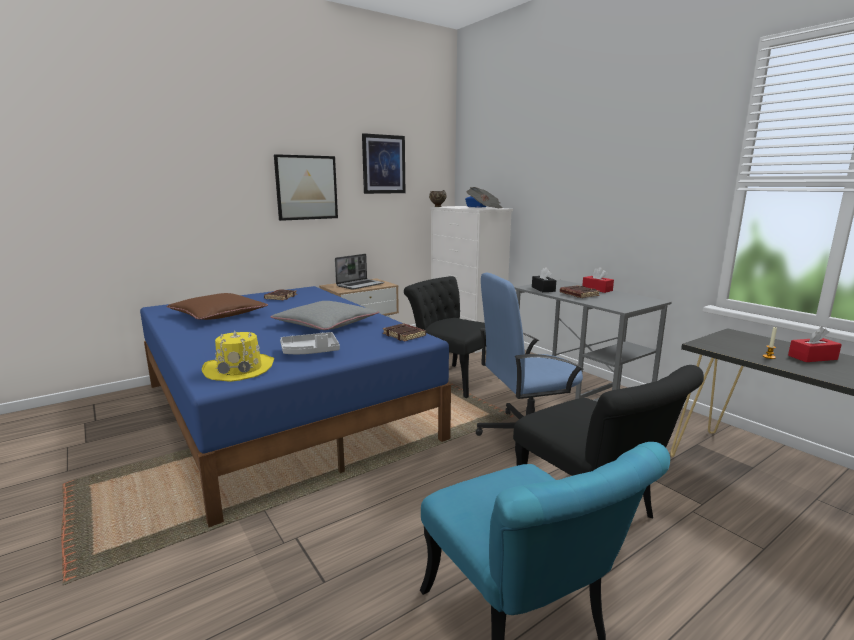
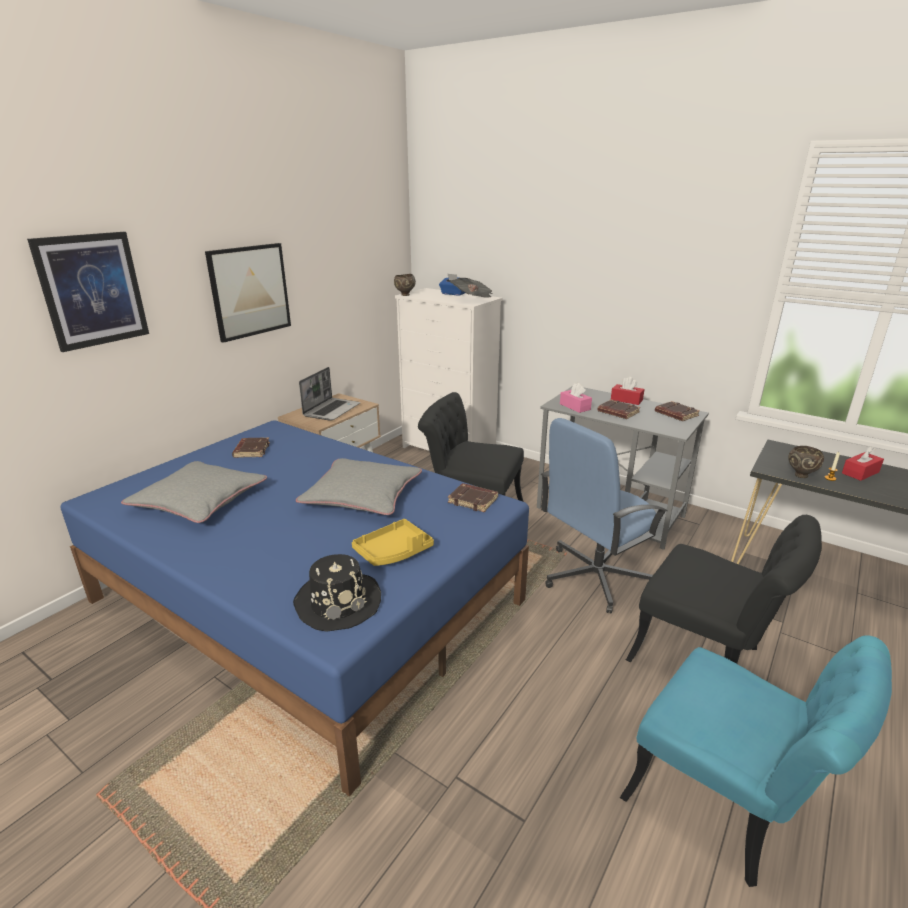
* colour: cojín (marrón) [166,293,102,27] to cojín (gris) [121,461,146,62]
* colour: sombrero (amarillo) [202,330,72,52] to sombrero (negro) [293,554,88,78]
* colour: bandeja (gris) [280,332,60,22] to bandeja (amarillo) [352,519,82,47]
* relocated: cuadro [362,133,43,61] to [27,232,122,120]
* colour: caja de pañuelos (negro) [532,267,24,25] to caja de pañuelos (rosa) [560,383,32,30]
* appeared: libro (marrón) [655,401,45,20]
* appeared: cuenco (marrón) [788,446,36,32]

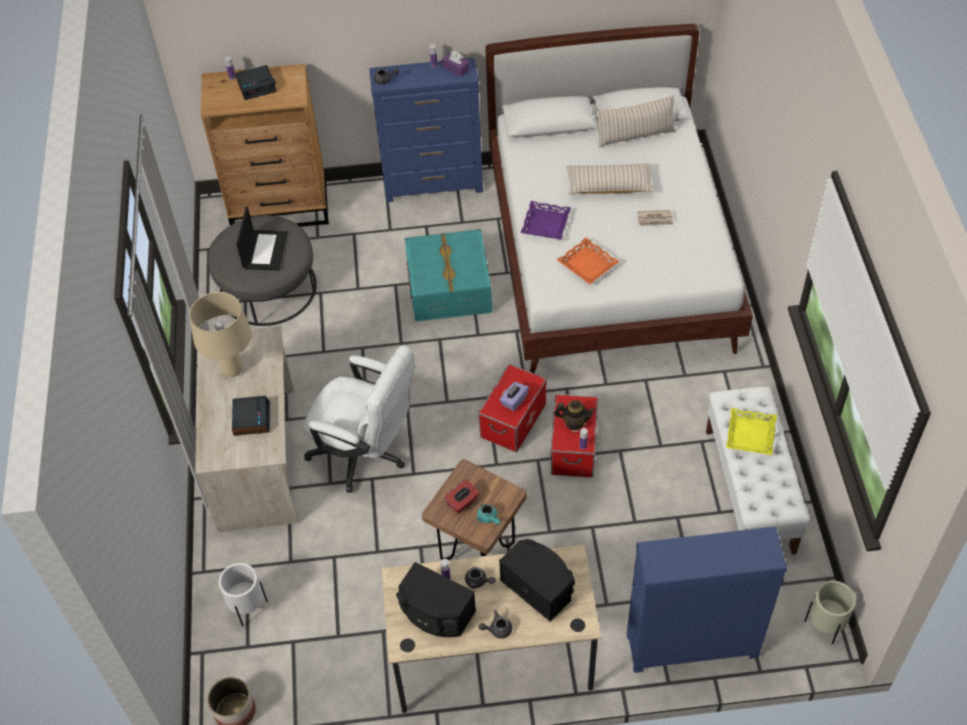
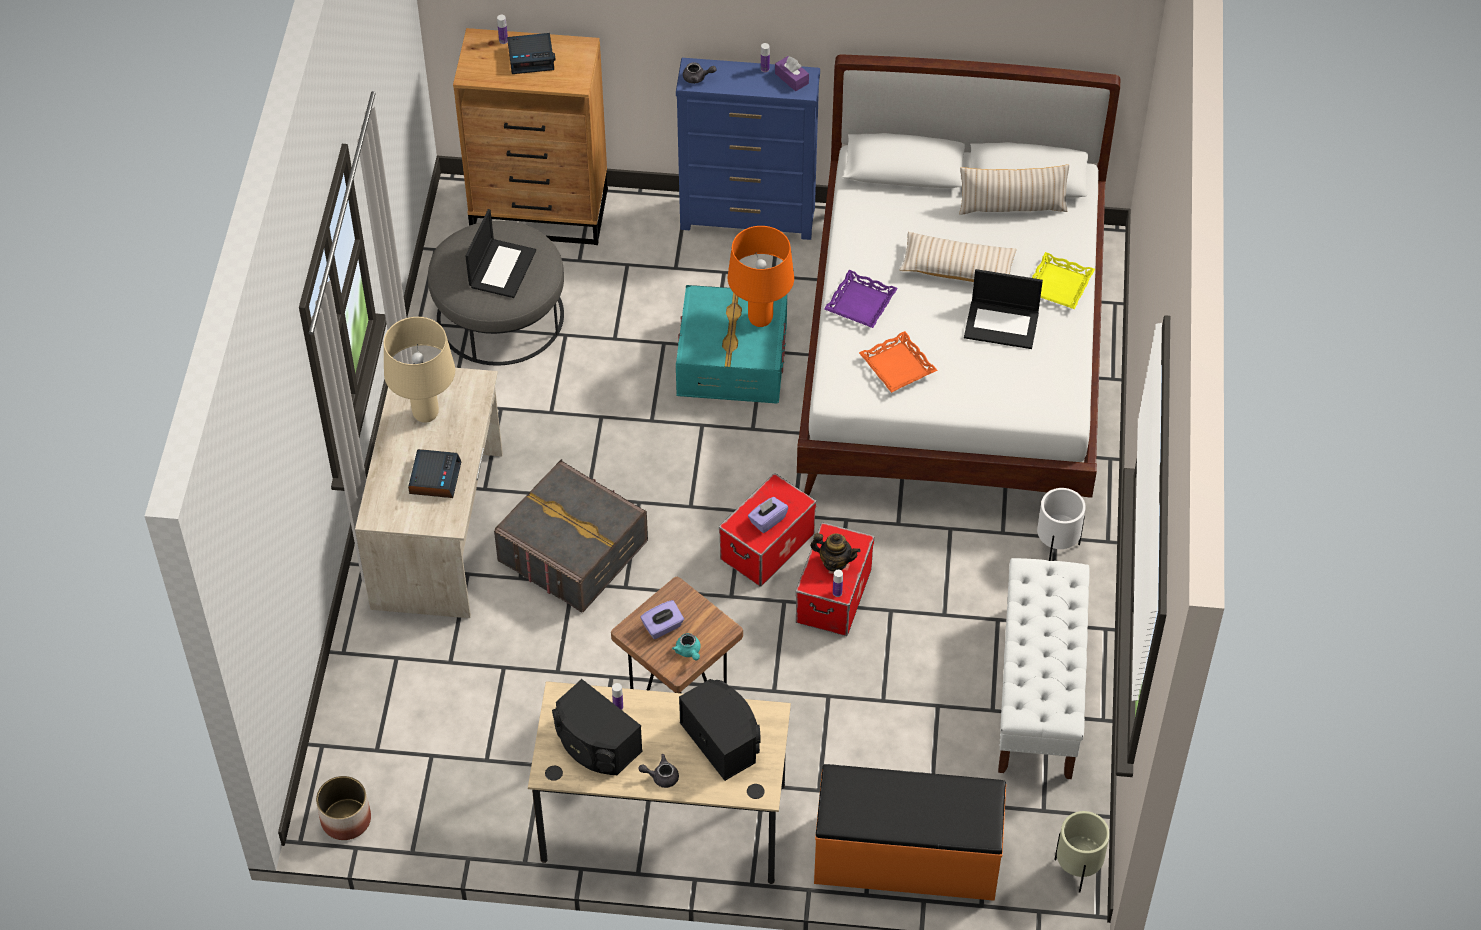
* relocated: maceta (blanco) [219,563,49,63] to [1037,488,49,73]
* exchanged: silla de oficina (blanco) [304,345,111,148] to caja de almacenaje (gris) [494,459,154,154]
* colour: caja de pañuelos (rojo) [444,479,35,35] to caja de pañuelos (morado) [640,600,44,39]
* missing: tetera (gris) [465,567,31,22]
* exchanged: cómoda (azul) [627,527,160,146] to banco (naranja) [814,764,192,137]
* exchanged: periódico [637,210,37,16] to portátil [964,269,79,80]
* relocated: bandeja (amarillo) [726,408,51,47] to [1032,252,63,57]
* appeared: lámpara de mesa (naranja) [728,226,66,101]

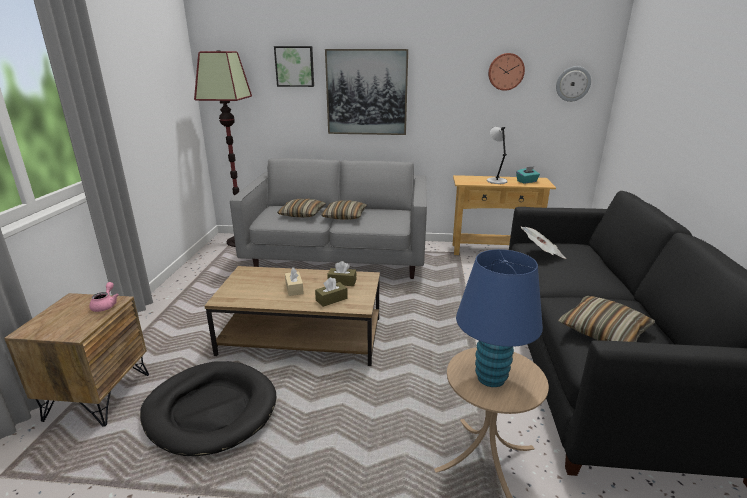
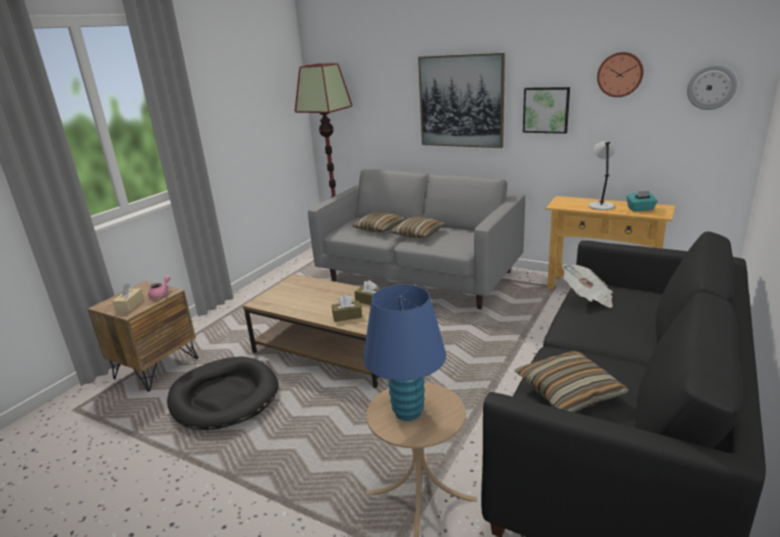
* relocated: cuadro [274,46,40,41] to [523,87,47,47]
* relocated: caja de pañuelos (beis) [285,268,19,28] to [112,284,32,28]

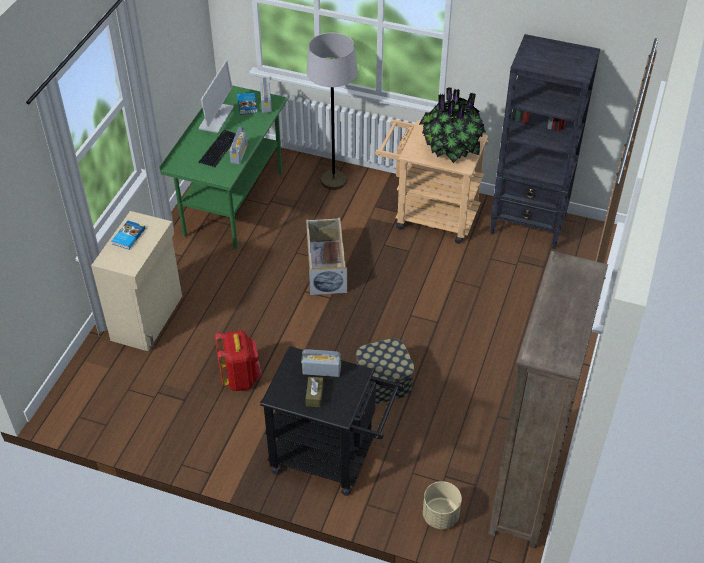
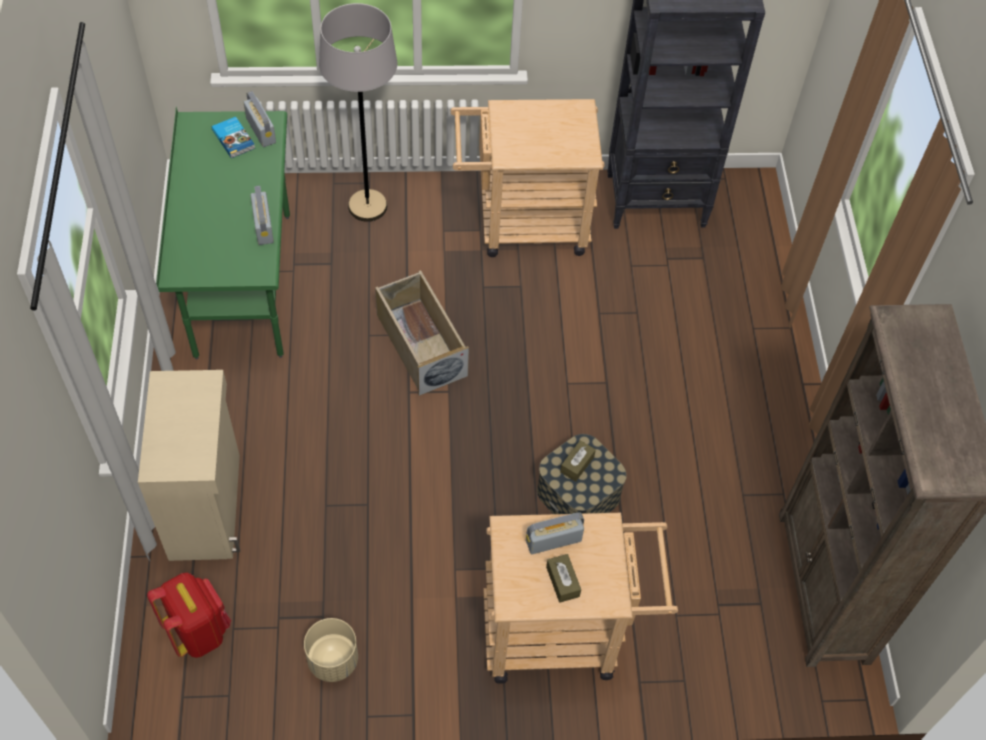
* missing: libro [112,221,33,29]
* missing: monitor [199,60,35,73]
* missing: teclado [199,130,37,37]
* relocated: mochila (rojo) [215,330,47,61] to [147,573,84,85]
* colour: carrito (negro) [260,346,143,150] to carrito (beis) [483,513,195,171]
* missing: planta en maceta [419,87,67,76]
* relocated: maceta (beis) [423,481,39,48] to [304,618,54,64]
* appeared: caja de pañuelos (marrón) [560,440,36,42]

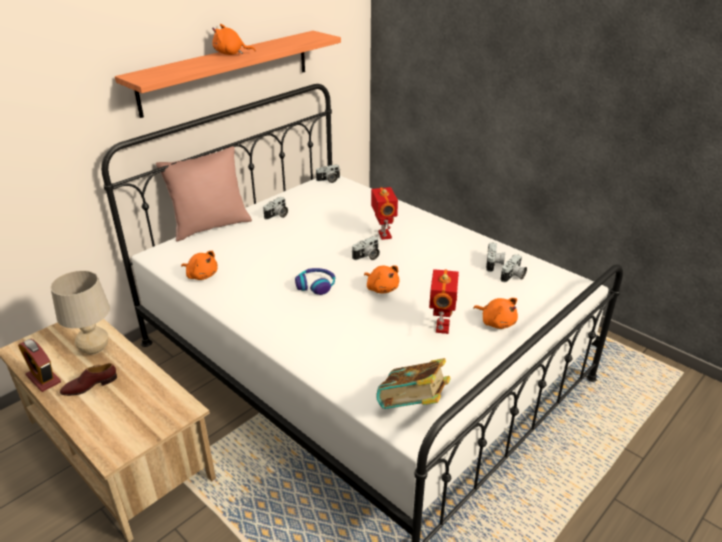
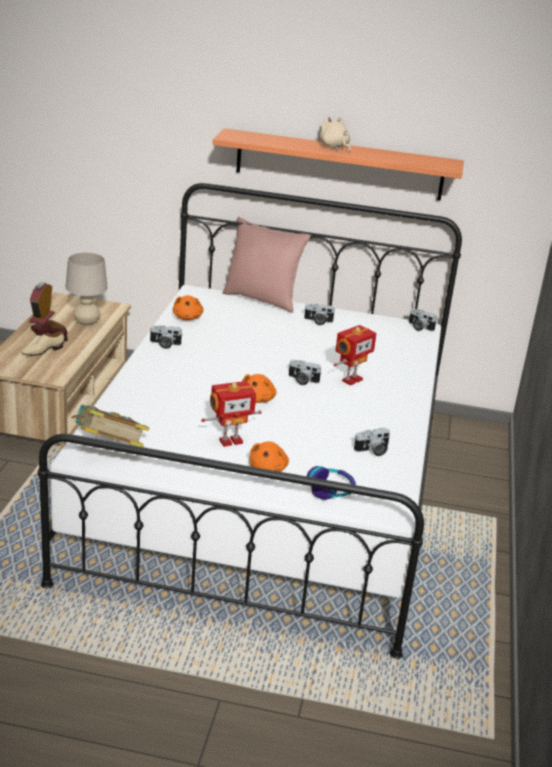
* colour: peluche (naranja) [212,24,44,31] to peluche (beis) [319,117,32,34]
* relocated: auriculares [295,268,40,27] to [307,466,49,34]
* relocated: cámara [501,254,26,28] to [149,326,34,23]
* appeared: zapato (beis) [21,332,43,24]

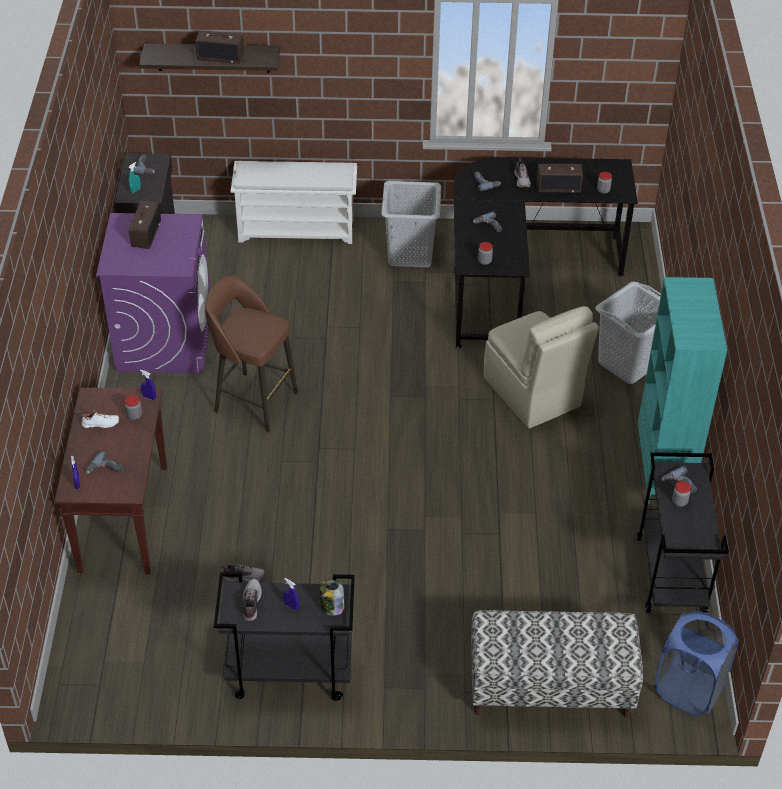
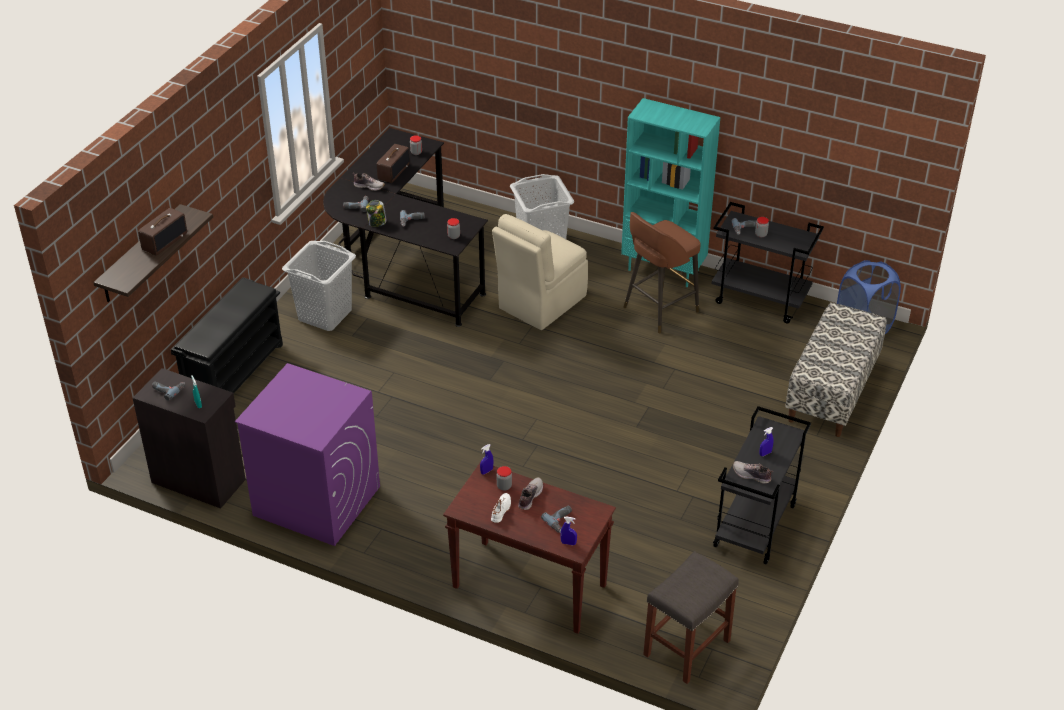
* missing: radio [129,201,32,48]
* relocated: taburete (marrón) [205,275,93,157] to [623,212,78,122]
* relocated: zapato [221,563,44,19] to [518,477,25,33]
* colour: zapatero (blanco) [231,161,126,83] to zapatero (negro) [171,277,112,117]
* relocated: tarro [320,580,24,36] to [366,200,21,27]
* spun: silla (beis) [484,306,115,122] = [492,214,96,116] 135 degrees clockwise
* appeared: taburete (gris) [643,551,96,133]

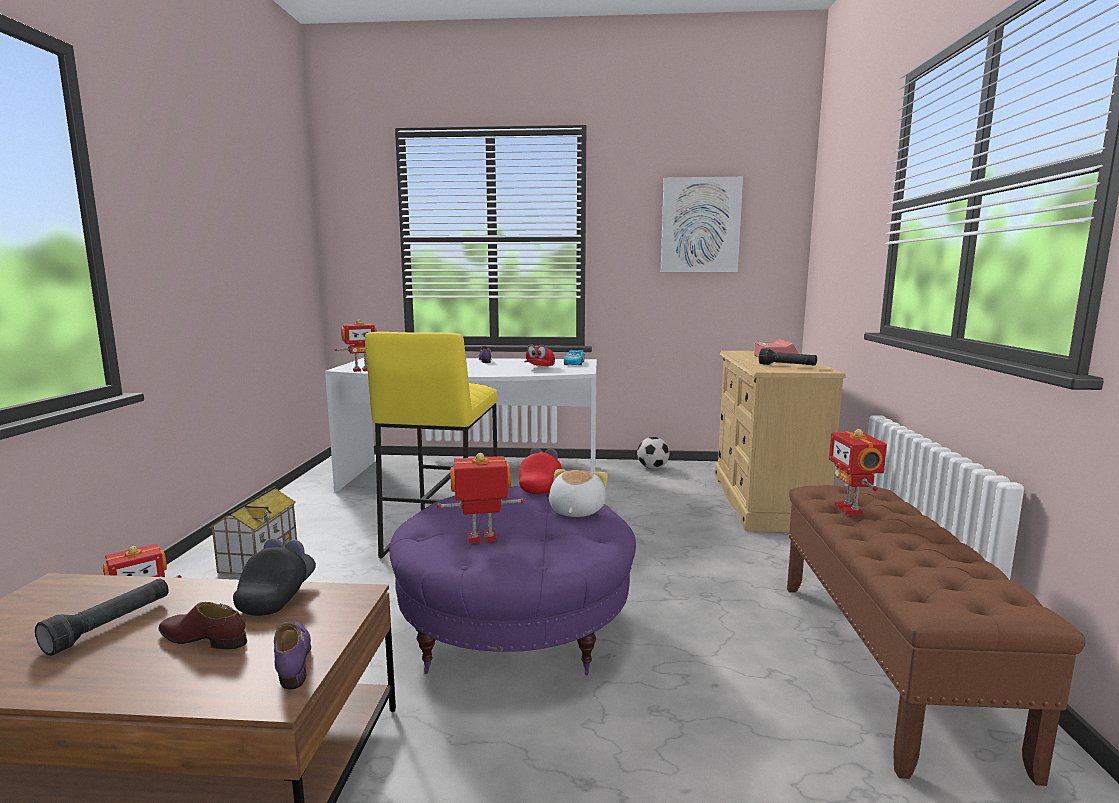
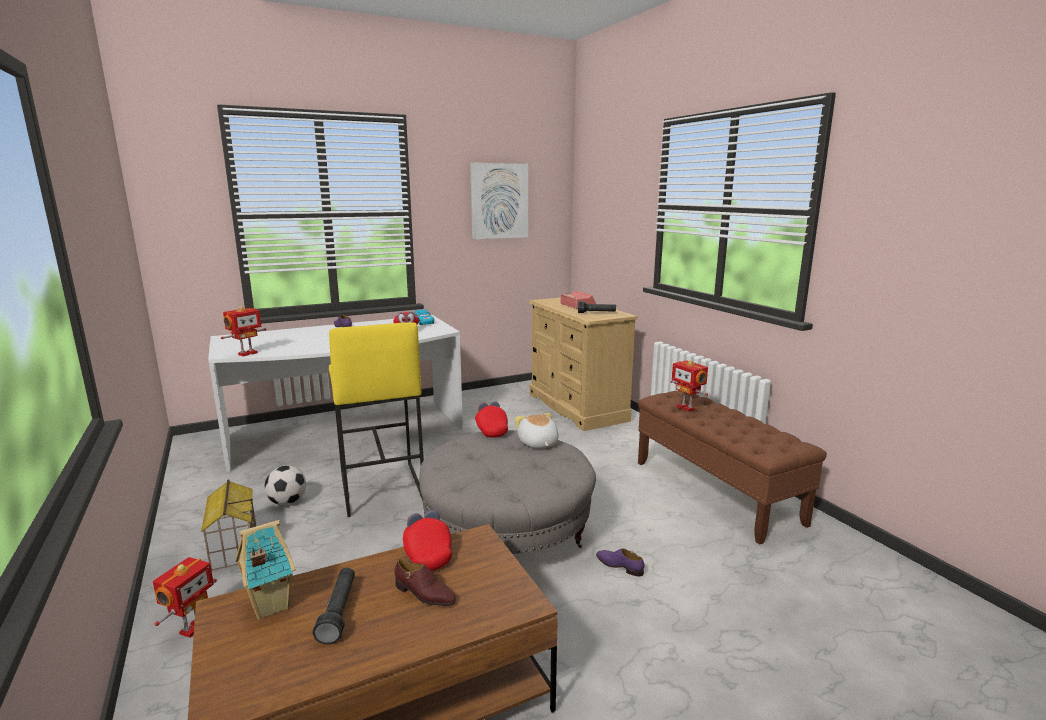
* spun: zapato (marrón) [159,602,88,48] = [395,559,61,47] 135 degrees counterclockwise
* colour: gorra (negro) [233,538,83,78] to gorra (rojo) [403,510,49,61]
* relocated: zapato (morado) [274,621,37,68] to [596,548,49,29]
* colour: puf (morado) [389,486,247,189] to puf (gris) [419,430,177,124]
* missing: robot de juguete [437,453,88,90]
* relocated: balón de fútbol [637,437,33,32] to [264,466,42,39]
* appeared: casita [235,520,61,100]

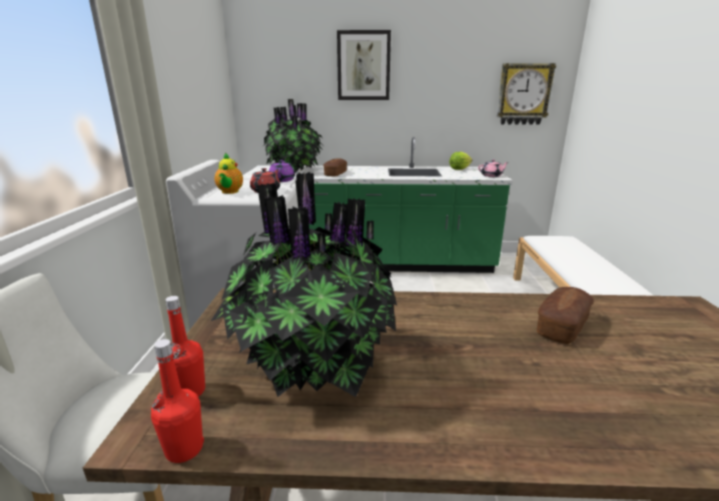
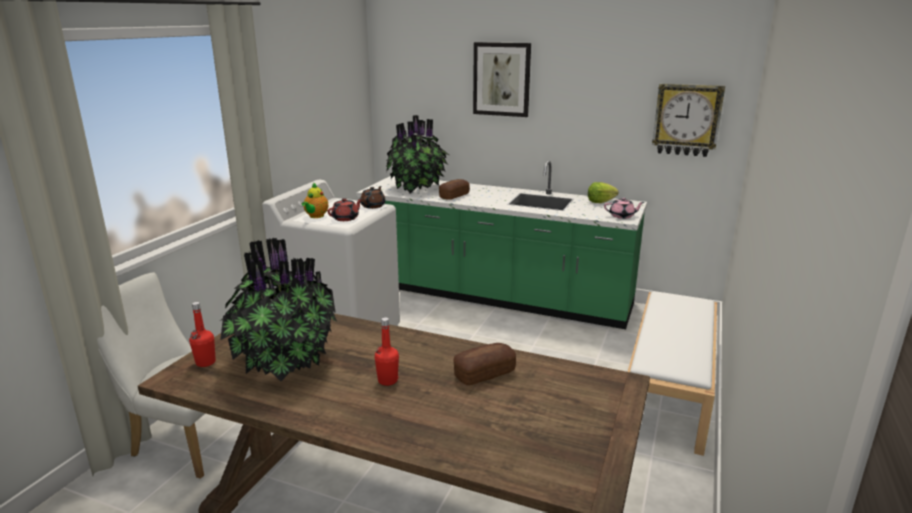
* relocated: botella (rojo) [151,339,53,124] to [374,317,25,69]
* colour: tetera (morado) [269,160,26,22] to tetera (marrón) [360,186,26,23]

